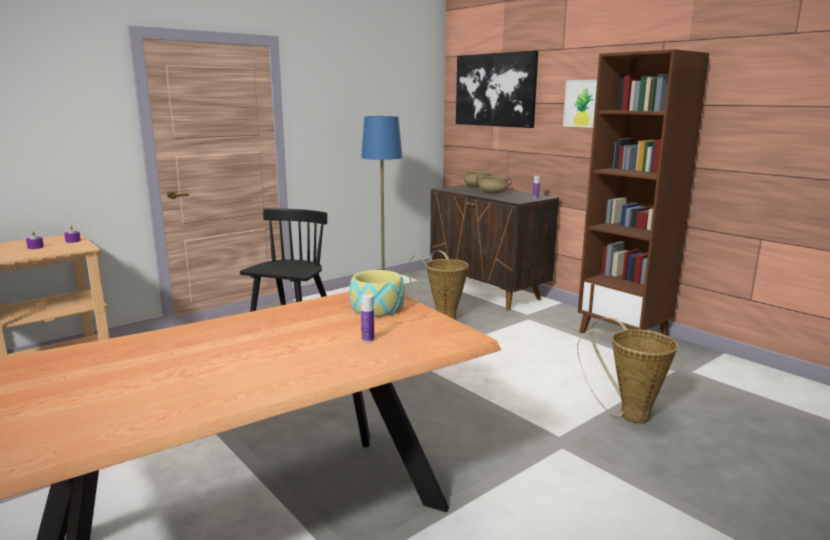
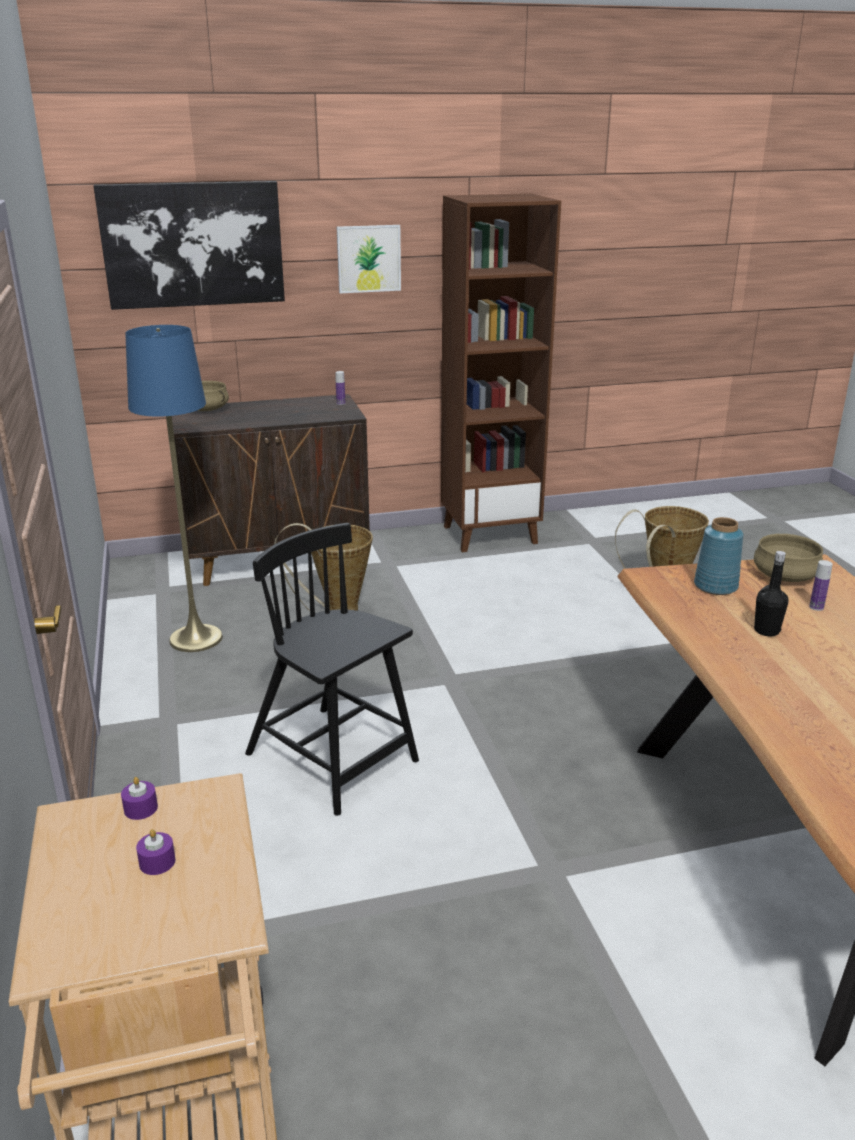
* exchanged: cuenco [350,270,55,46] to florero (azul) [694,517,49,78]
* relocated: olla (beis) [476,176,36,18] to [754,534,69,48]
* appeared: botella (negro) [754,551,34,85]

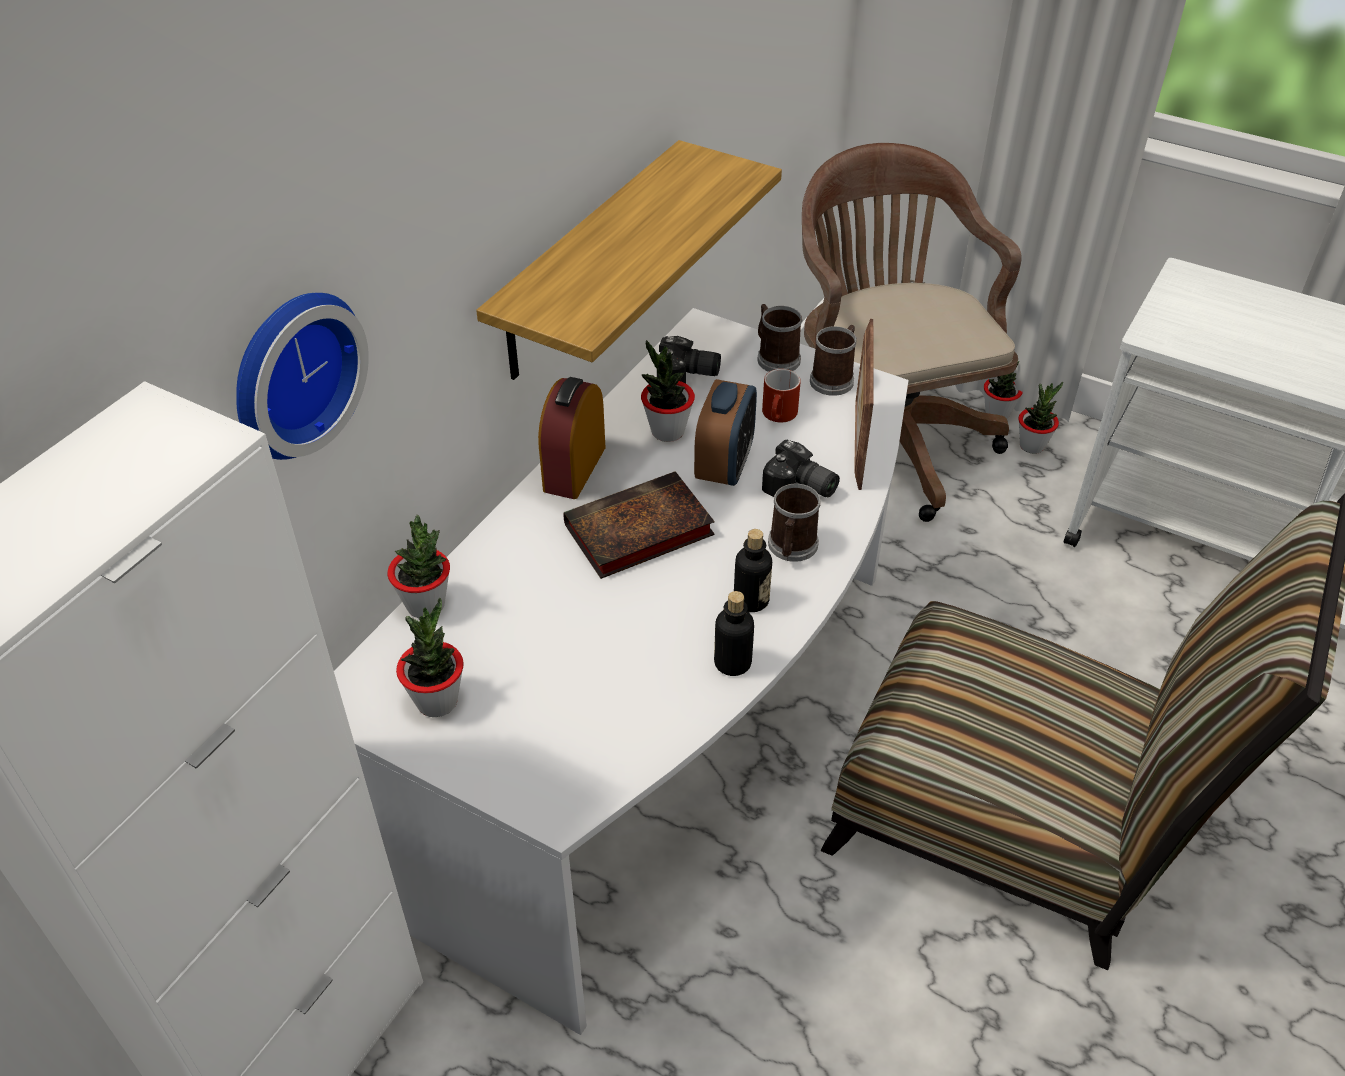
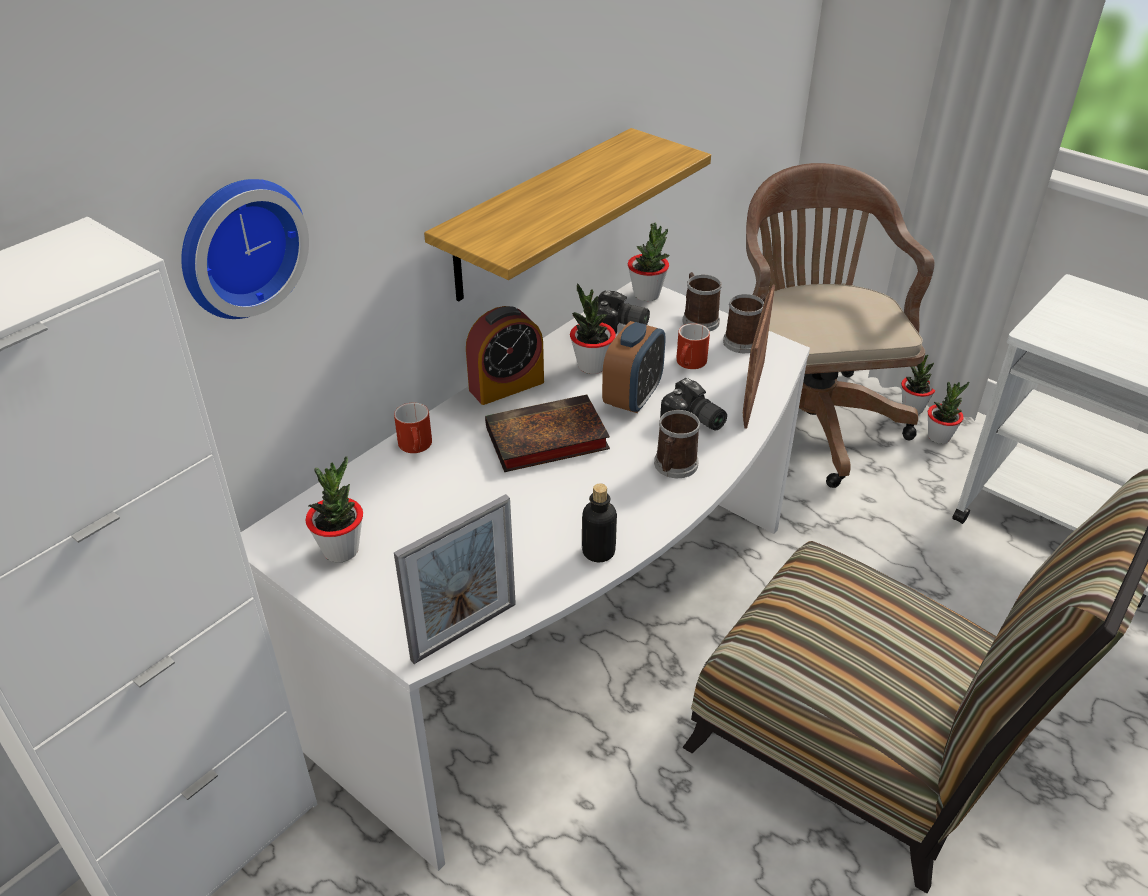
* relocated: planta en maceta [388,515,62,103] to [628,222,42,79]
* spun: despertador [538,377,67,122] = [466,306,78,99] 150 degrees counterclockwise
* missing: botella [734,529,38,83]
* appeared: taza grande (rojo) [394,402,38,51]
* appeared: portarretratos [394,494,122,170]

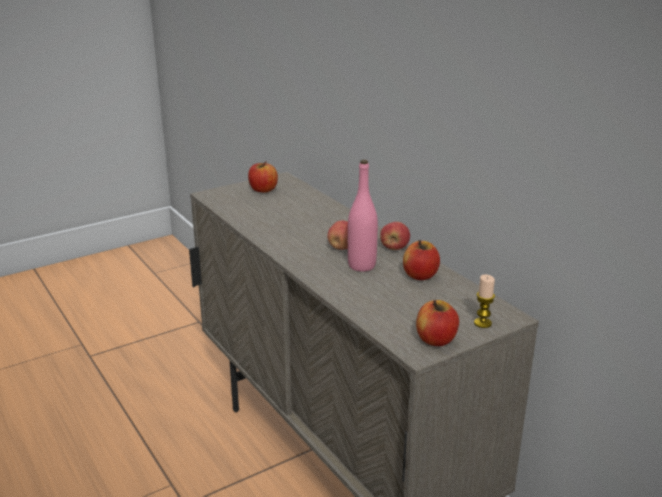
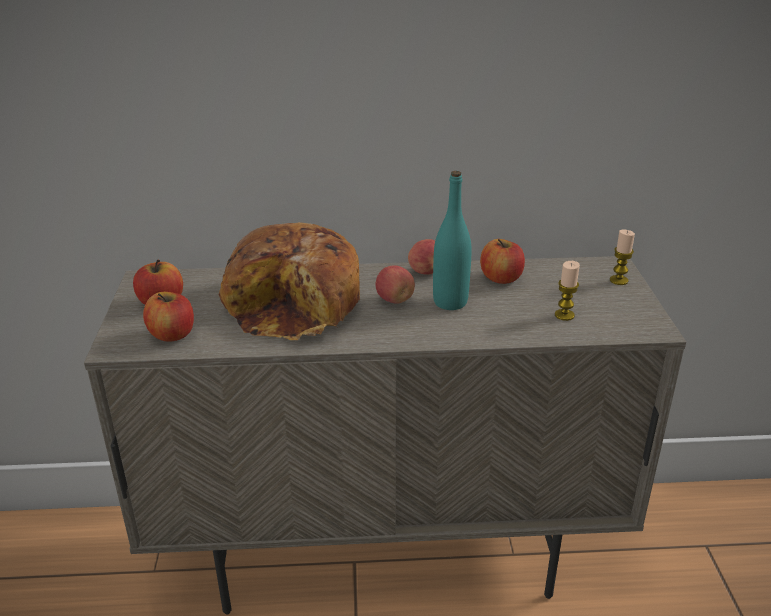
* colour: botella (rosa) [348,160,30,112] to botella (turquesa) [433,171,39,139]
* relocated: manzana [416,300,43,46] to [143,292,51,50]
* appeared: pan [219,222,141,118]
* appeared: vela [555,261,25,60]

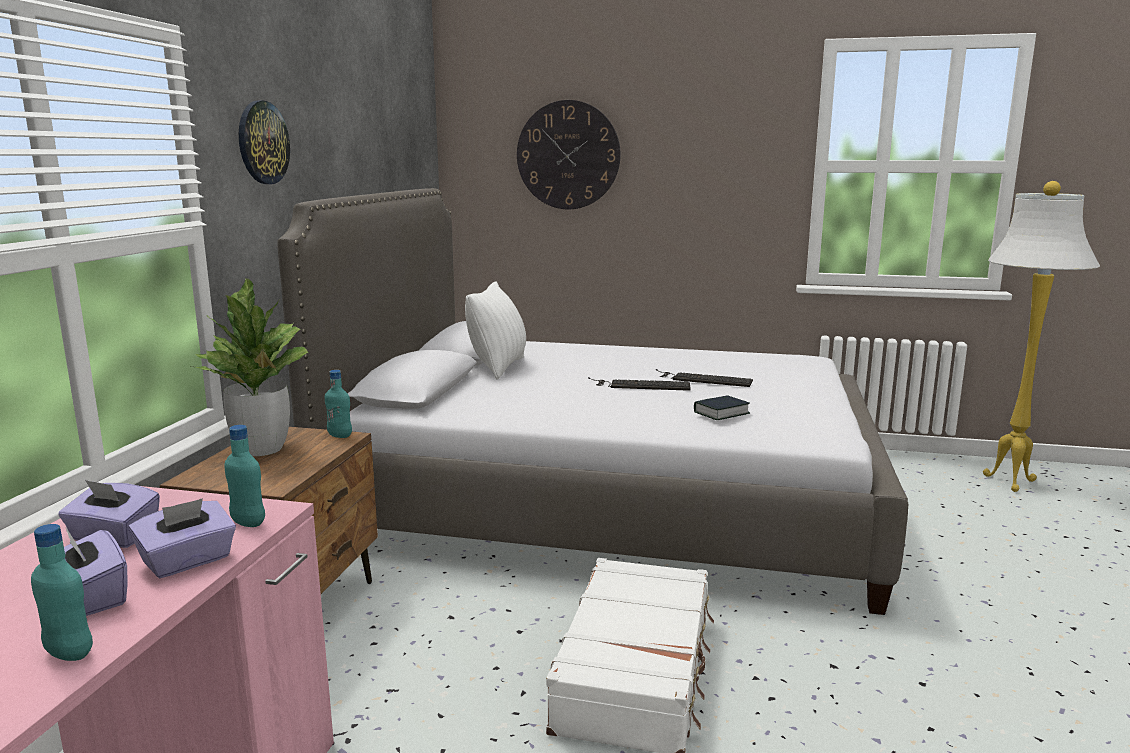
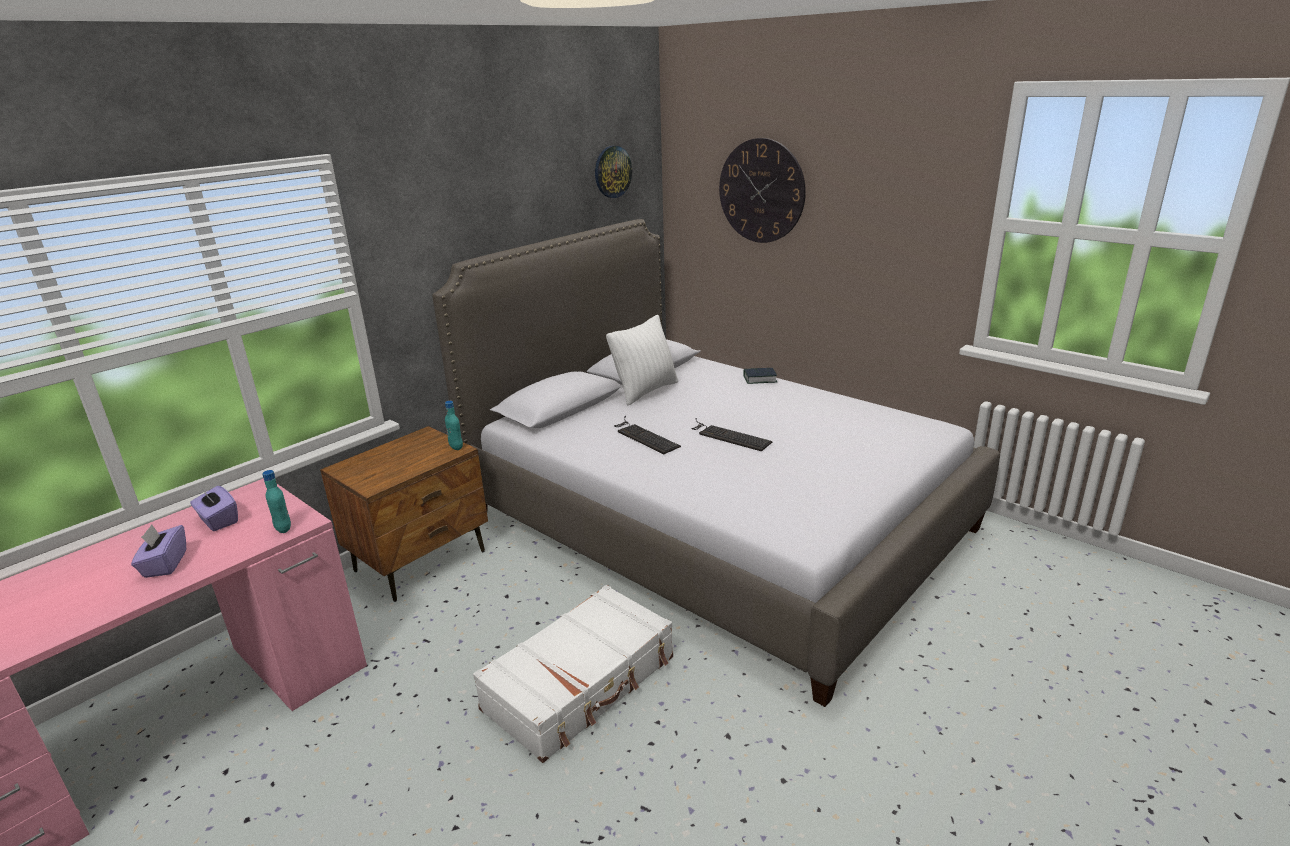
* missing: botella (turquesa) [31,524,62,137]
* missing: caja de pañuelos (morado) [129,498,107,81]
* missing: planta en maceta [191,278,117,178]
* relocated: reloj de pared [239,101,51,83] to [595,146,37,52]
* relocated: teclado [656,369,97,18] to [614,416,67,38]
* relocated: libro [694,395,56,25] to [743,368,34,16]
* missing: lámpara de pie (blanco) [983,181,117,311]

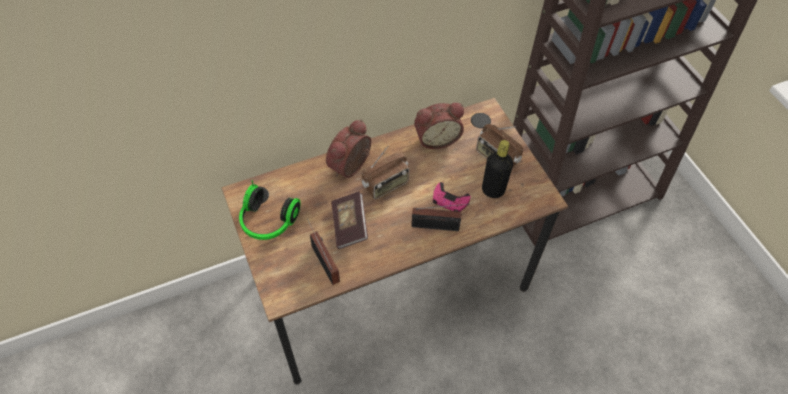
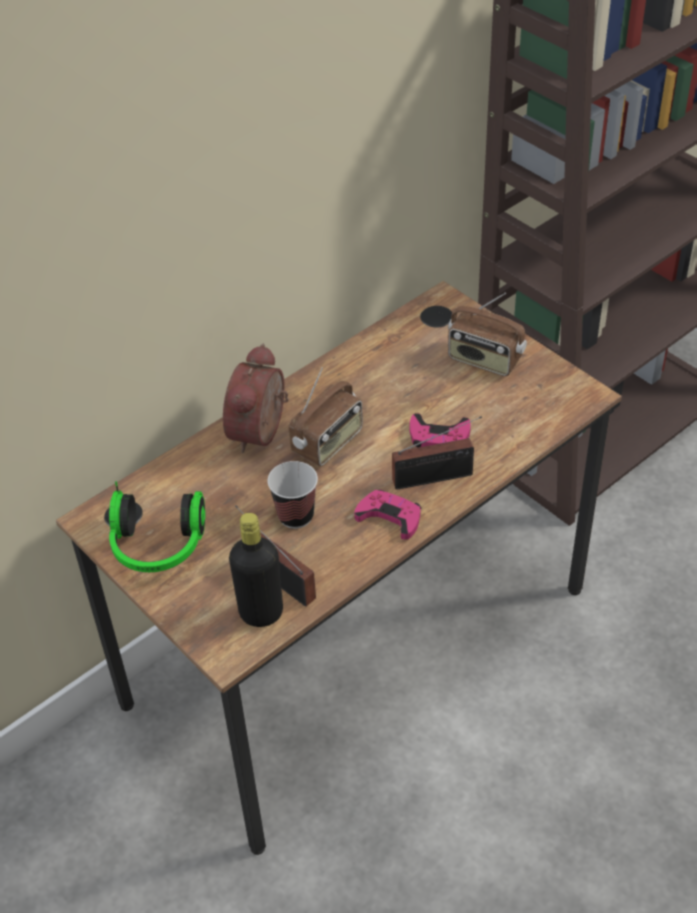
* exchanged: libro [331,191,37,58] to taza [267,461,51,68]
* missing: despertador [414,103,50,46]
* relocated: botella (negro) [482,140,31,58] to [229,513,54,114]
* appeared: mando de consola (rosa) [354,490,67,50]

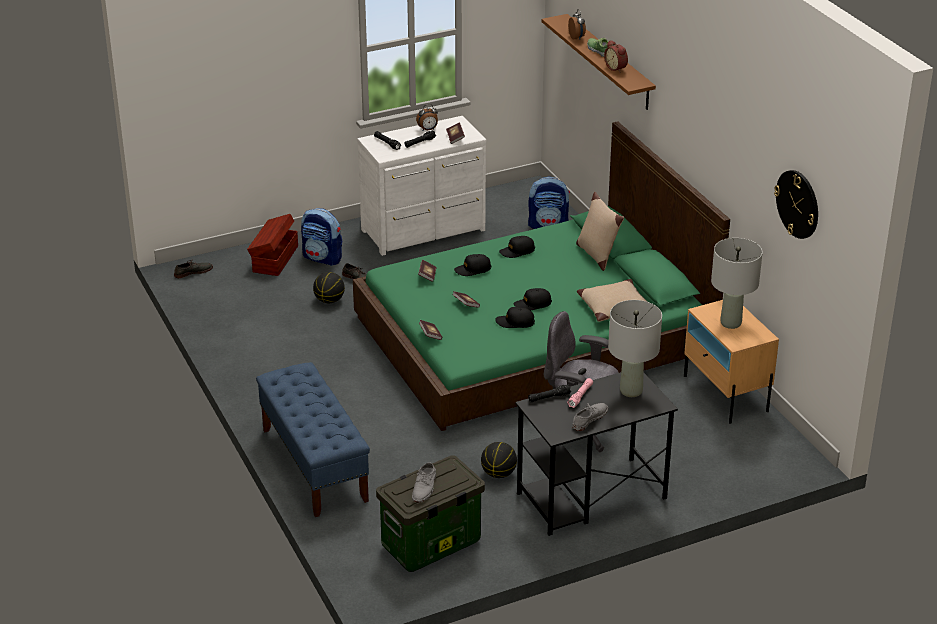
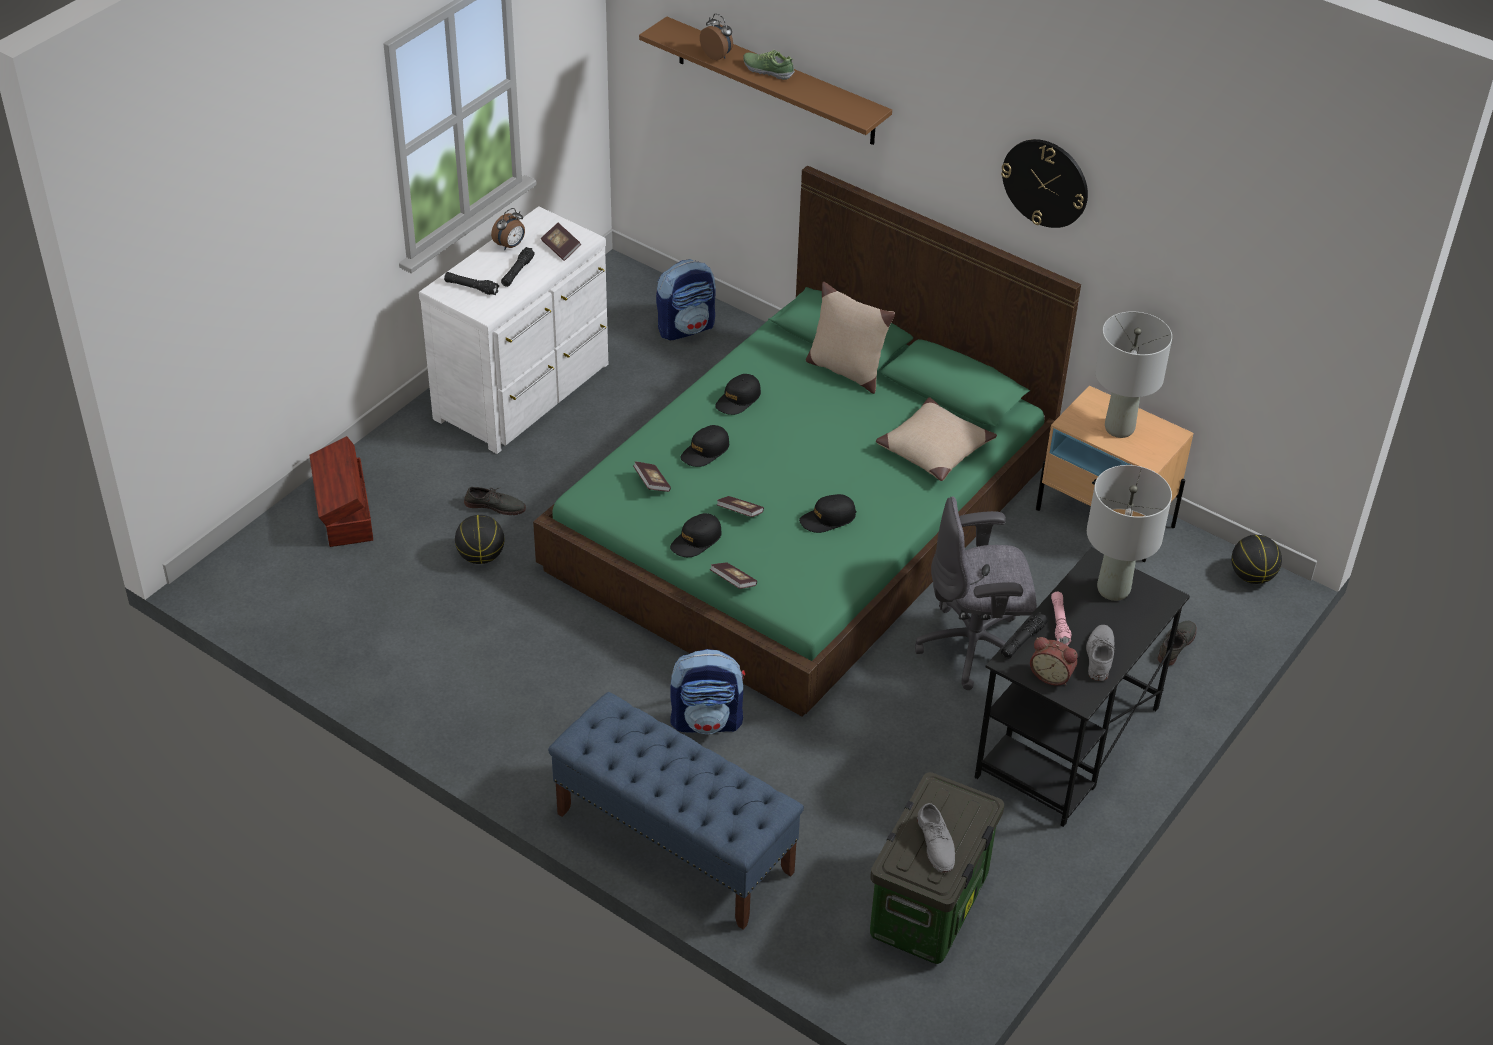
* relocated: zapato (gris) [174,260,39,18] to [1158,621,39,44]
* relocated: mochila [301,208,41,58] to [670,649,75,85]
* relocated: balón de baloncesto [481,442,36,36] to [1231,535,51,49]
* relocated: gorra (negro) [514,288,38,22] to [670,513,52,44]
* relocated: despertador [604,40,24,33] to [1030,637,47,49]
* relocated: reloj de pared [774,170,44,69] to [1001,139,87,89]

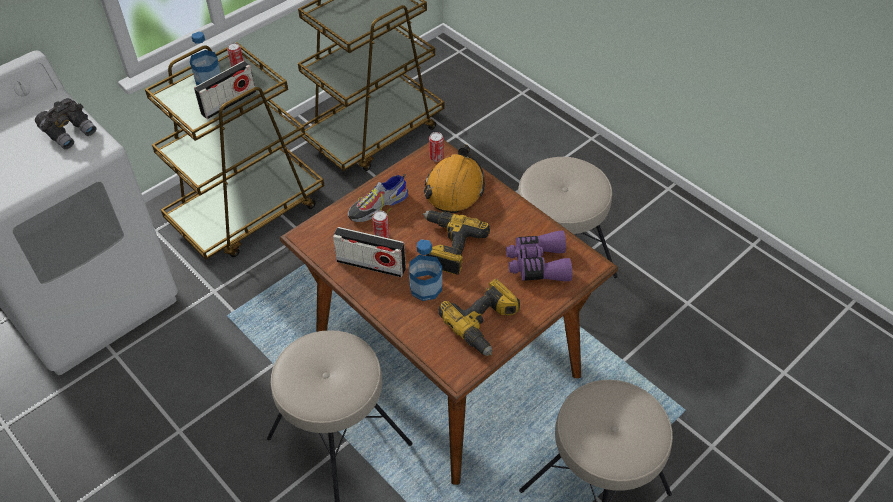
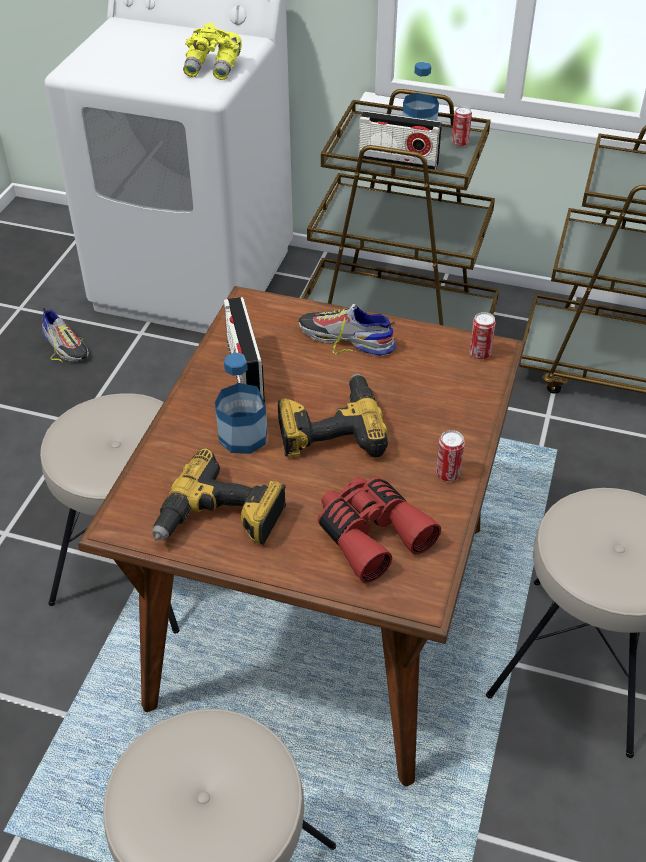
* colour: prismáticos (gris) [35,98,62,52] to prismáticos (amarillo) [183,23,59,57]
* relocated: lata [372,210,17,28] to [436,430,29,52]
* missing: casco (naranja) [424,144,61,69]
* colour: prismáticos (morado) [506,230,66,51] to prismáticos (rojo) [318,477,123,106]
* appeared: zapato [42,308,47,54]

